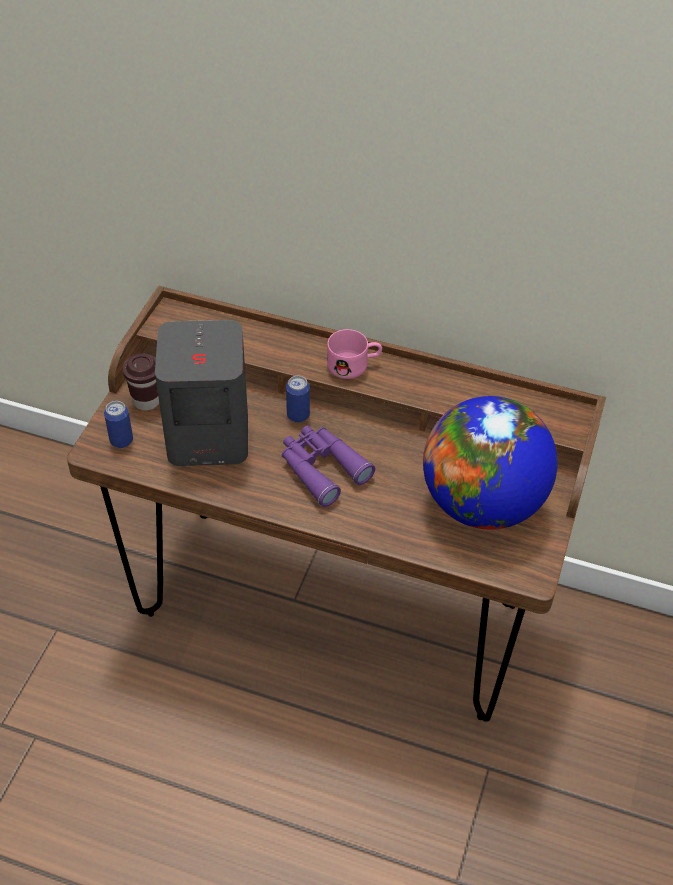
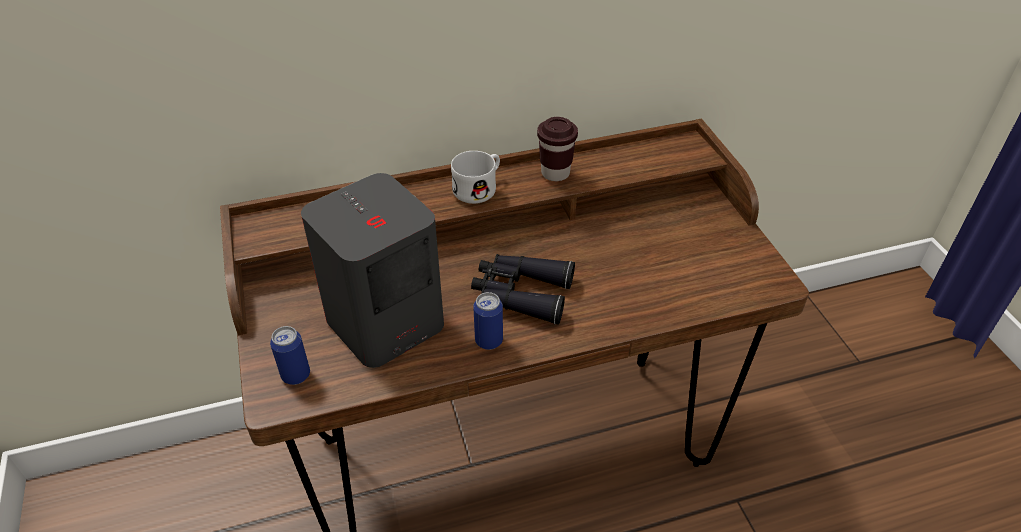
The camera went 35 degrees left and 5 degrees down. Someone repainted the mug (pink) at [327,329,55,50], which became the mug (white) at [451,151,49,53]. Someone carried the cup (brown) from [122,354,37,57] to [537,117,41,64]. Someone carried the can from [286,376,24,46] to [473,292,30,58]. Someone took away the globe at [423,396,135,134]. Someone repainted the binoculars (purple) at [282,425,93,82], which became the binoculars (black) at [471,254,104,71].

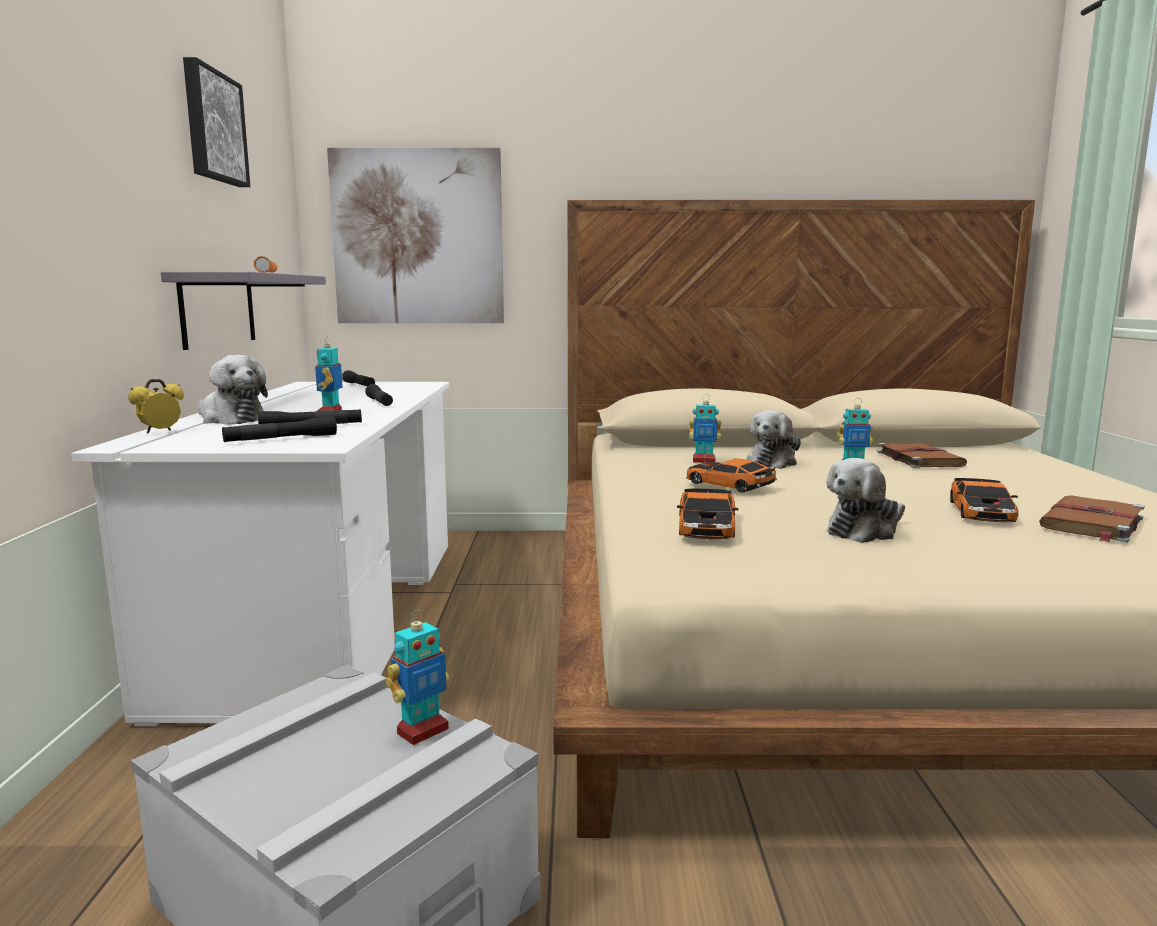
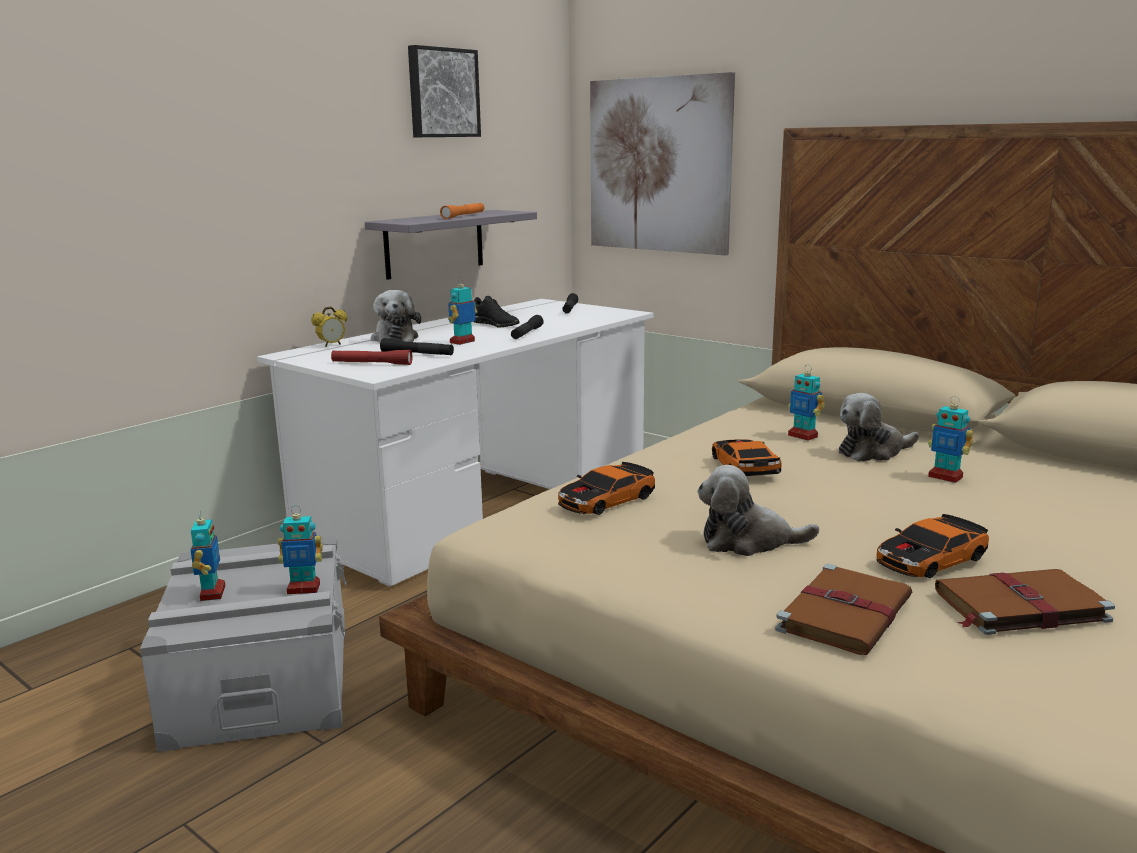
The camera went 40 degrees right and 5 degrees up. Someone rotated the alarm clock at [128,379,56,55] by 150 degrees clockwise. Someone repainted the flashlight (black) at [222,416,115,26], which became the flashlight (red) at [331,350,81,15]. Someone carried the book (brown) from [877,443,90,25] to [775,564,137,91]. Someone put down the shoe (black) at [473,296,47,31]. Someone put down the toy robot at [190,510,36,91].

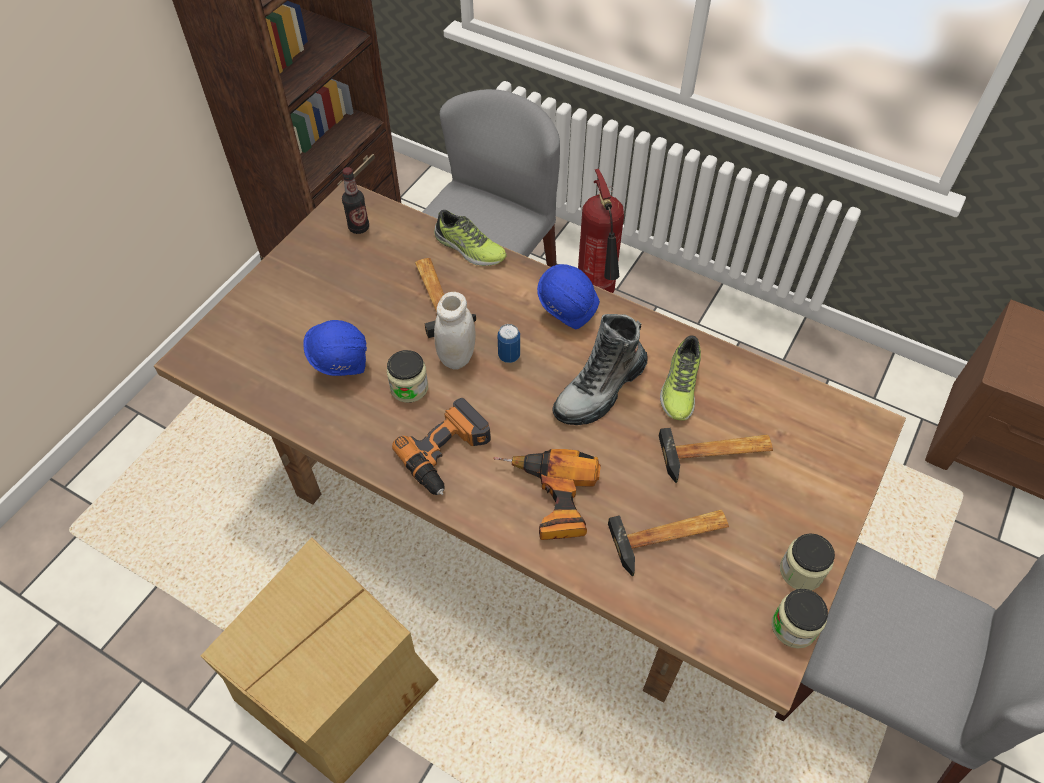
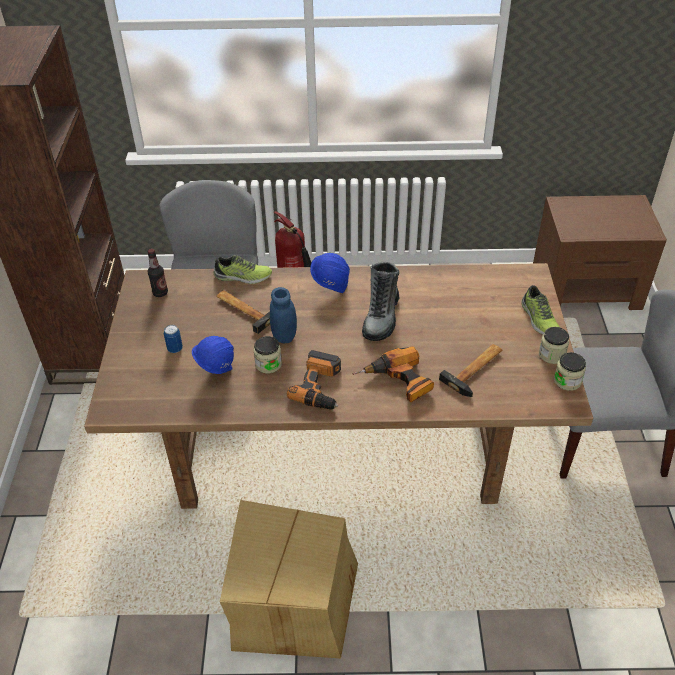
The camera went 30 degrees left and 10 degrees down. Someone repainted the jar (white) at [434,292,42,78], which became the jar (blue) at [270,287,27,56]. Someone carried the can from [498,324,22,39] to [164,325,19,28]. Someone carried the shoe from [660,335,41,86] to [522,285,37,49]. Someone took away the hammer at [659,428,114,55].

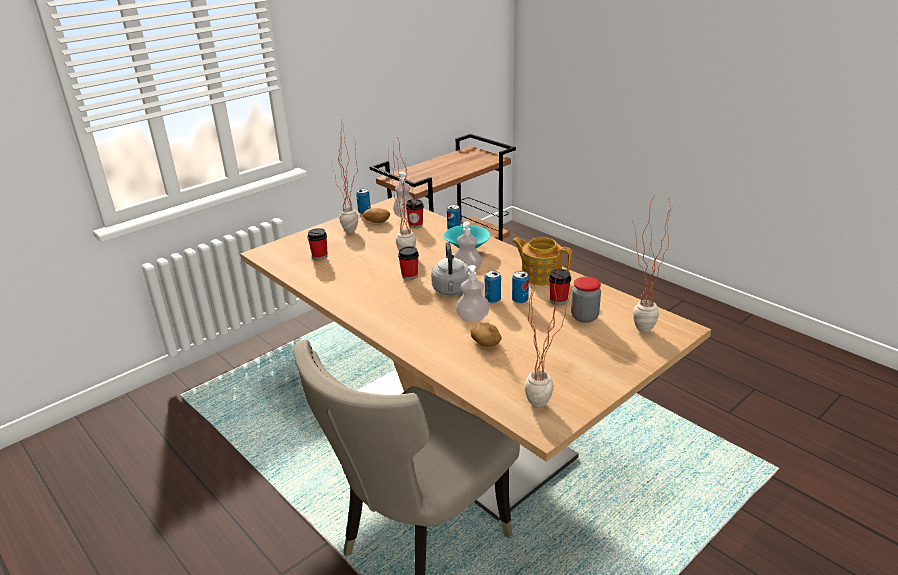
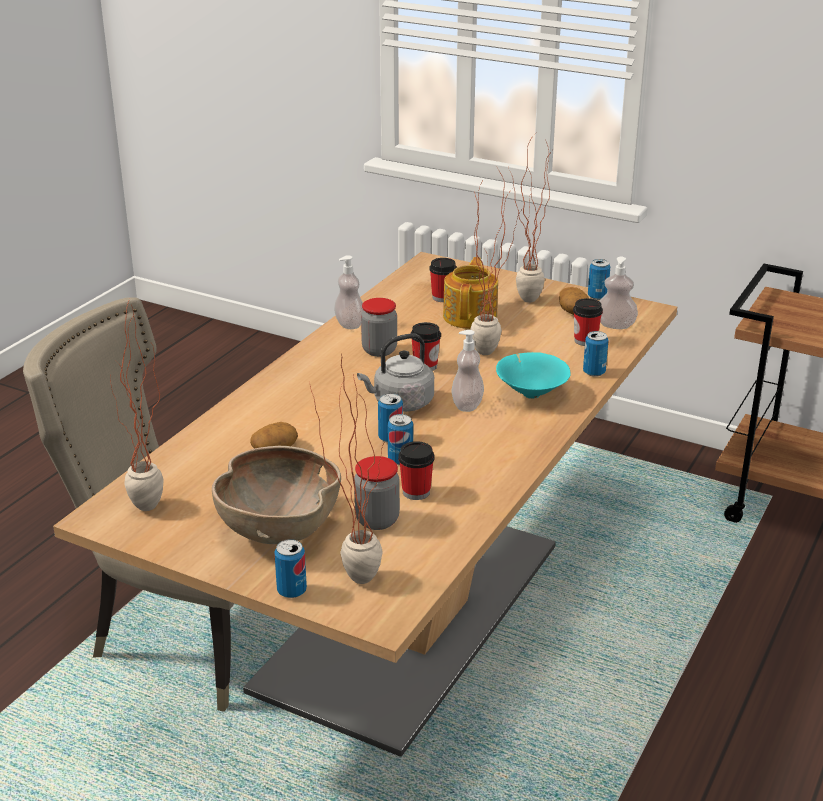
The camera went 70 degrees right and 0 degrees up. Someone carried the teapot from [512,237,60,48] to [443,257,55,72]. Someone carried the soap dispenser from [456,265,34,57] to [334,255,29,74]. Someone put down the jar at [361,298,36,59]. Someone put down the bowl (brown) at [212,446,129,98]. Someone put down the can at [274,539,33,59].

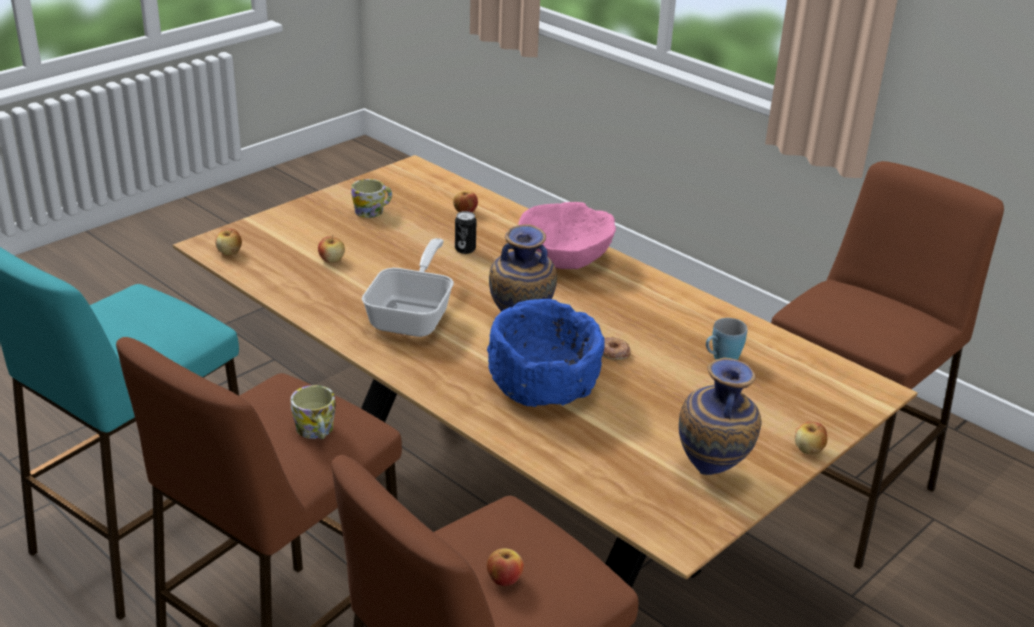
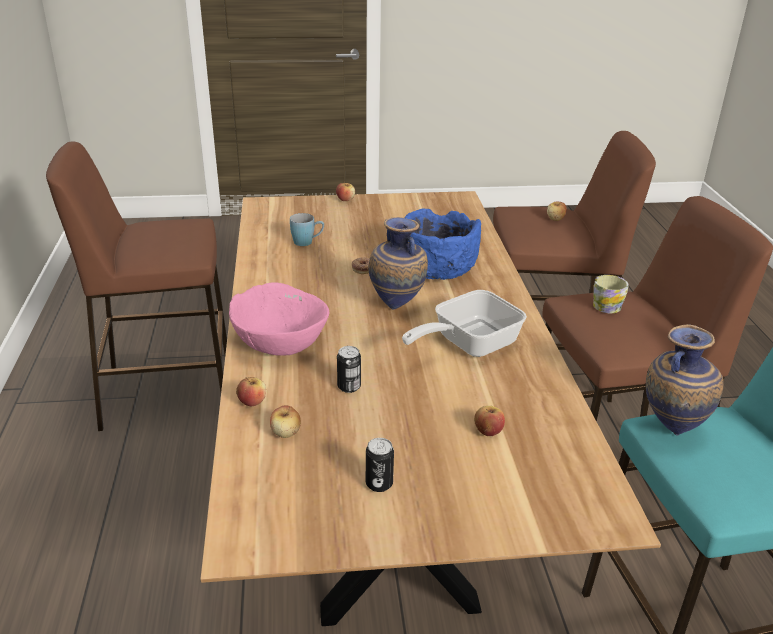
The camera went 140 degrees left and 0 degrees up. Someone swapped the mug at [351,179,41,39] for the can at [366,438,28,54]. Someone carried the apple from [215,229,27,26] to [236,377,30,30]. Someone carried the vase from [679,358,83,117] to [646,324,78,111].

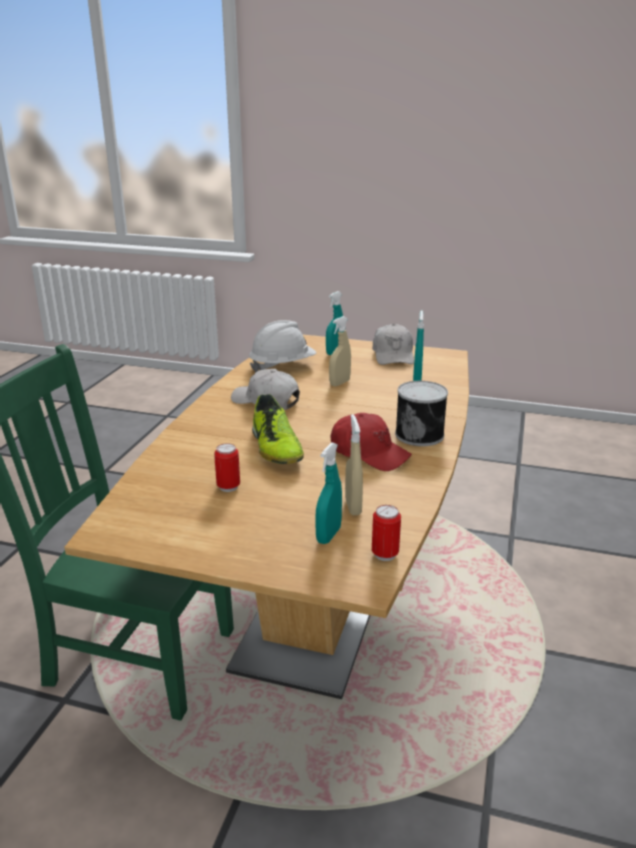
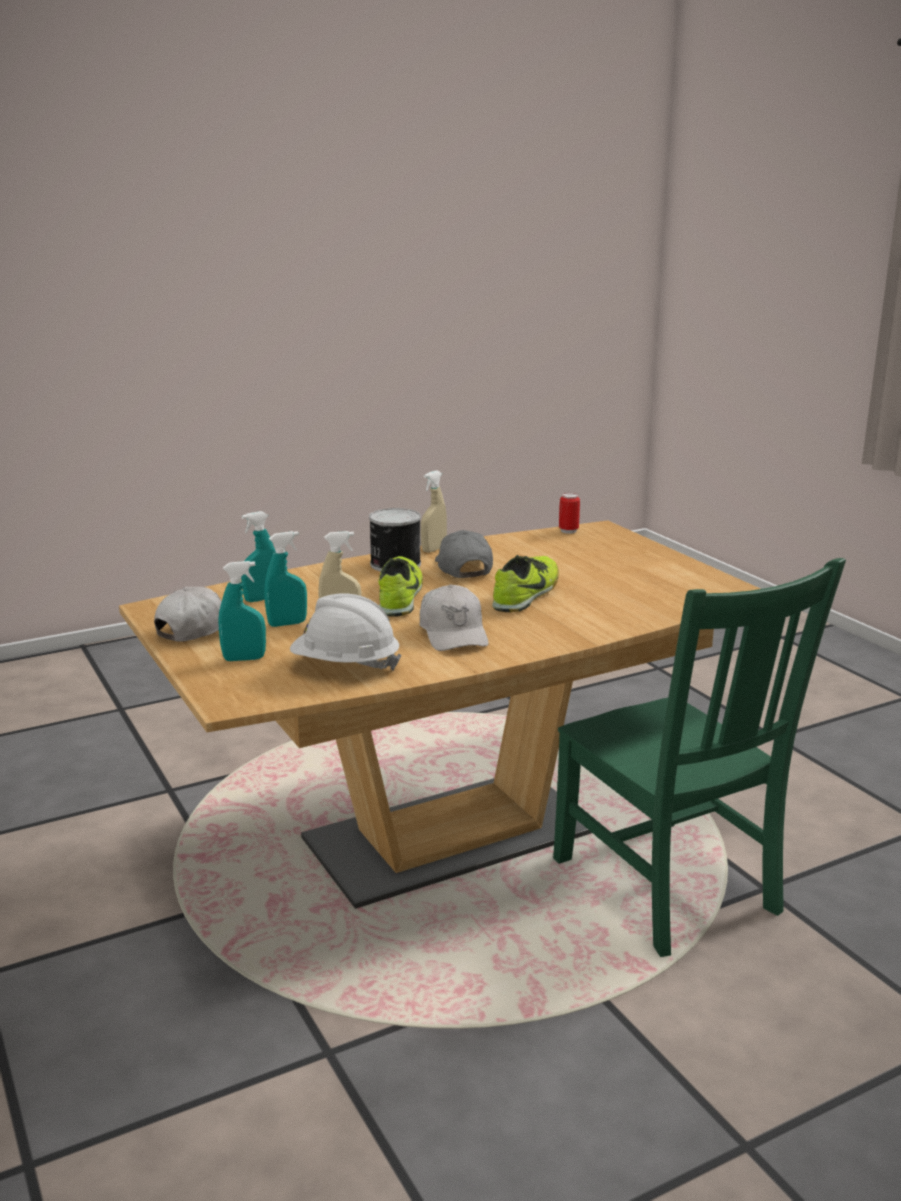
The camera went 135 degrees left and 5 degrees down. Someone repainted the cap (red) at [331,413,81,58], which became the cap (grey) at [435,530,58,48]. Someone carried the spray bottle (beige) from [345,414,18,101] to [421,470,26,83]. Someone carried the spray bottle (turquoise) from [315,442,27,102] to [264,531,43,96]. Someone took away the can at [214,443,26,49]. Someone put down the shoe at [378,556,45,60].

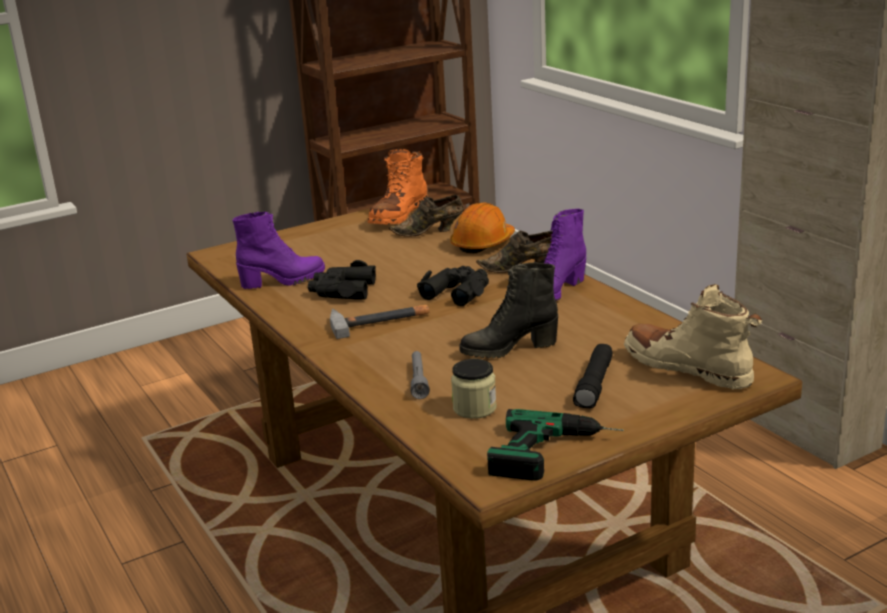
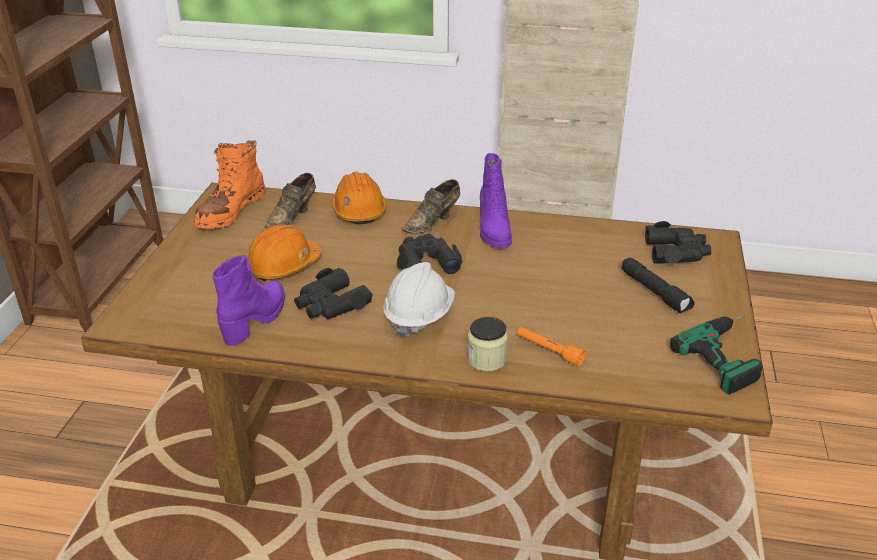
The camera went 50 degrees left and 10 degrees up. Someone rotated the boot (orange) at [368,149,60,75] by 45 degrees clockwise. Someone took away the boot (black) at [459,262,99,96]. Someone swapped the boot (beige) at [624,284,139,106] for the binoculars (black) at [645,221,66,43]. Someone swapped the hammer at [330,305,99,34] for the hard hat (white) at [383,262,72,76]. Someone repainted the flashlight (grey) at [411,351,19,48], which became the flashlight (orange) at [517,327,69,39]. Someone carried the jar from [451,359,45,60] to [467,317,41,55]. Someone put down the hard hat (orange) at [247,224,75,57].

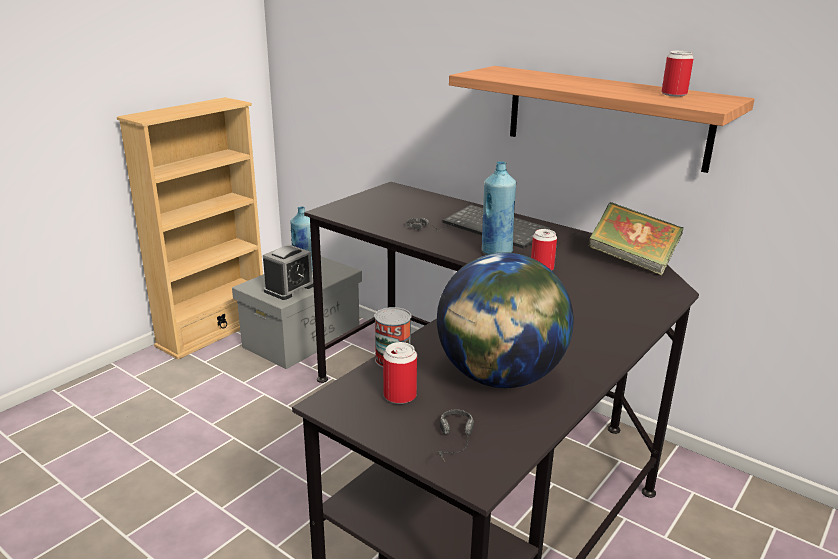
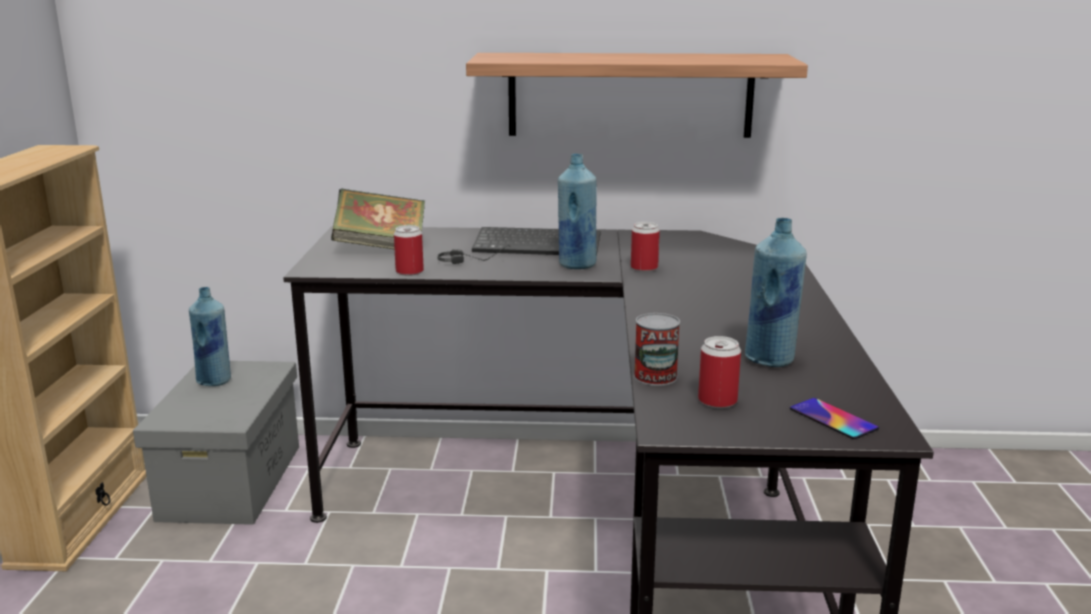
The camera went 35 degrees left and 5 degrees down. Someone carried the can from [661,51,33,46] to [394,225,30,51]. Someone carried the book from [588,202,96,73] to [331,188,94,62]. Someone took away the alarm clock at [263,245,51,55]. Someone swapped the globe at [437,253,137,135] for the bottle (blue) at [745,218,62,149]. Someone swapped the headphones at [438,409,36,52] for the phone at [790,398,89,41].

